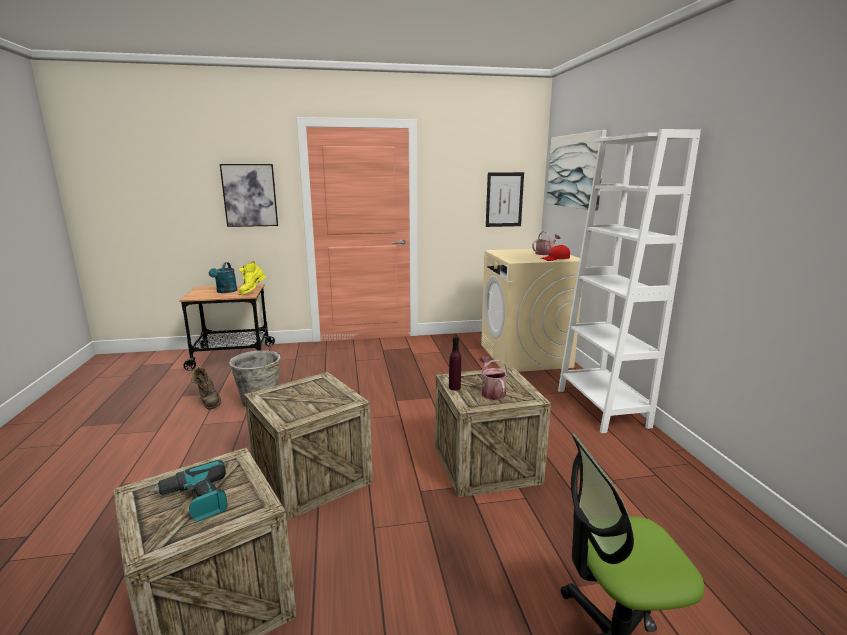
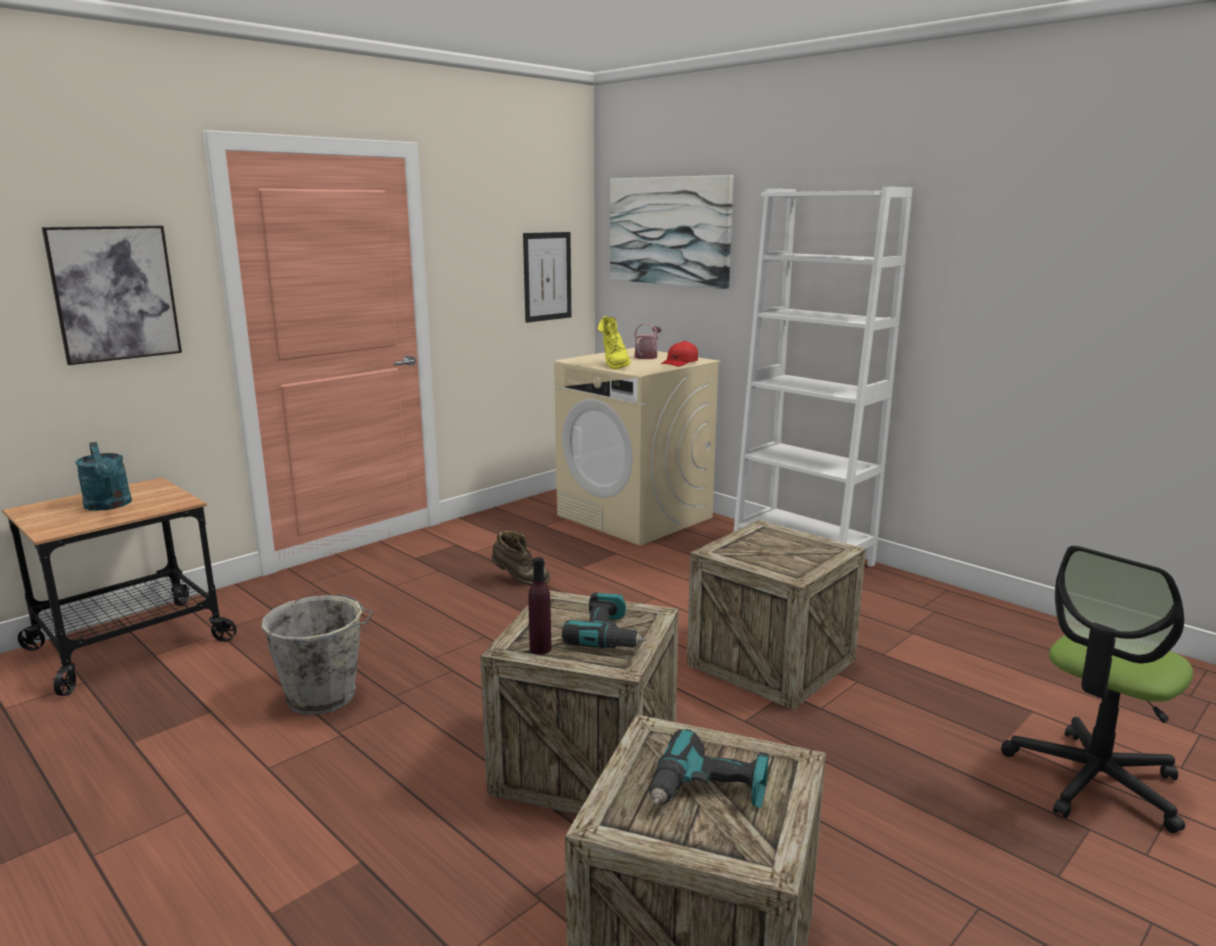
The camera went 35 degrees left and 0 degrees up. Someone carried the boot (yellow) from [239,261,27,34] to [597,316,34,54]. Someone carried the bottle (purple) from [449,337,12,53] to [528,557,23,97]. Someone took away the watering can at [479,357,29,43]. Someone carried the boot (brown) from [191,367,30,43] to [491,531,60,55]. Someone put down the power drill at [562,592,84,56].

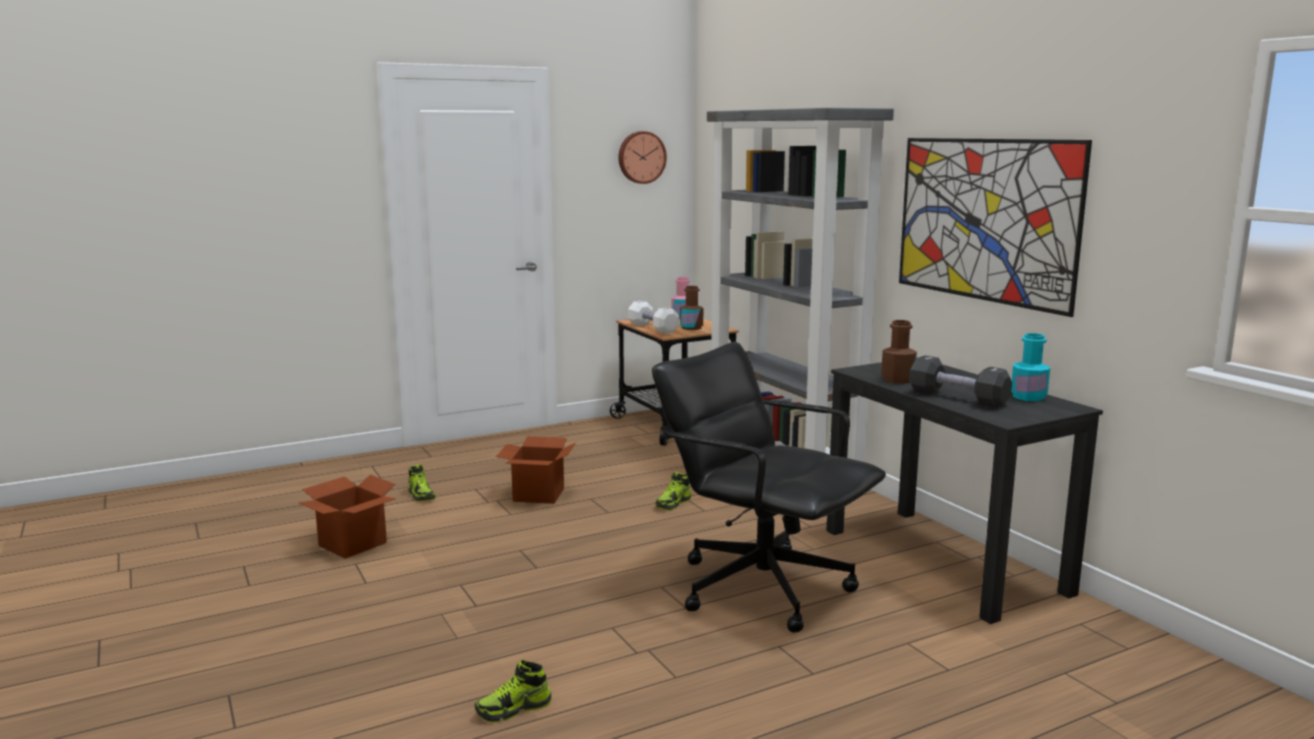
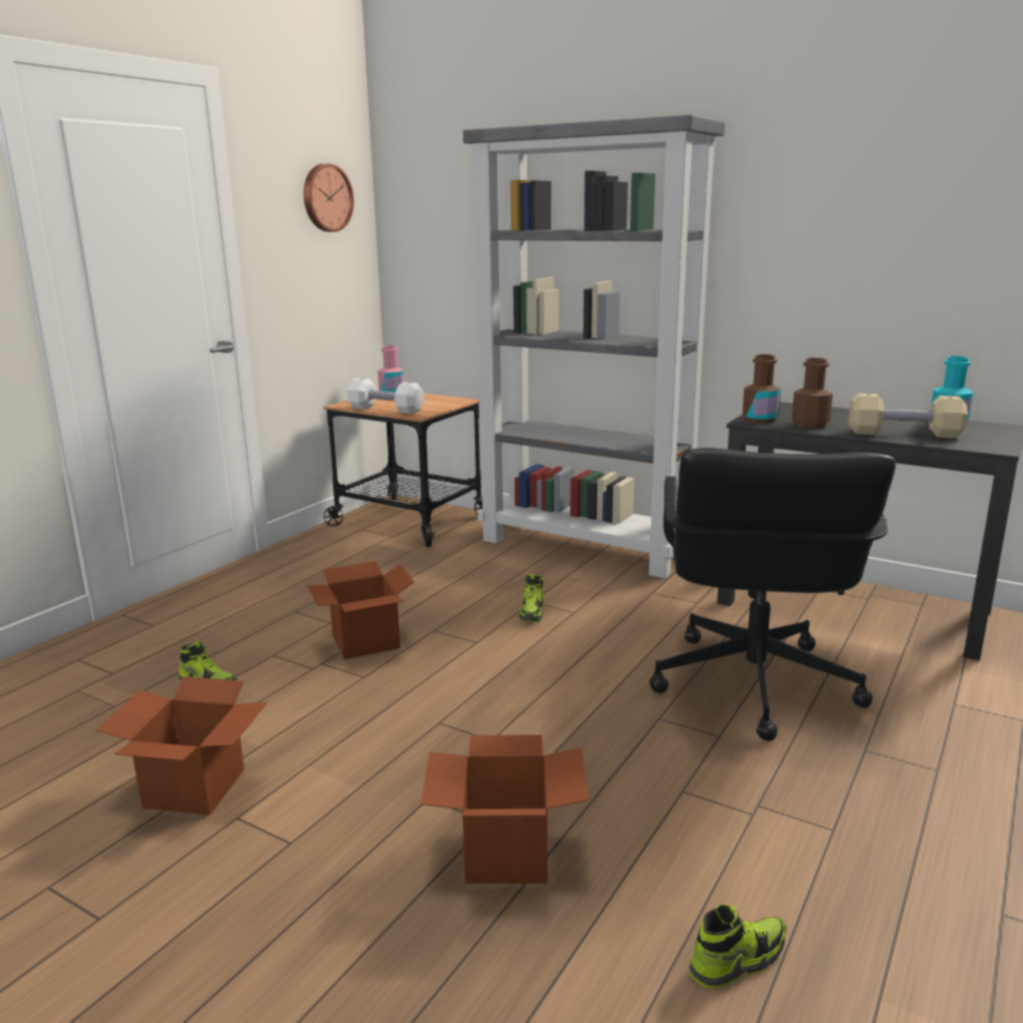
The camera went 30 degrees left and 5 degrees up. Someone took away the picture at [899,138,193,179]. Someone carried the bottle (brown) from [680,286,23,44] to [742,354,39,69]. Someone rotated the office chair (black) at [652,342,234,291] by 90 degrees counterclockwise. Someone repainted the dumbbell (black) at [909,355,103,53], which became the dumbbell (beige) at [849,393,119,45]. Someone rotated the shoe at [475,660,77,63] by 150 degrees counterclockwise. Someone put down the cardboard box at [421,735,167,149].

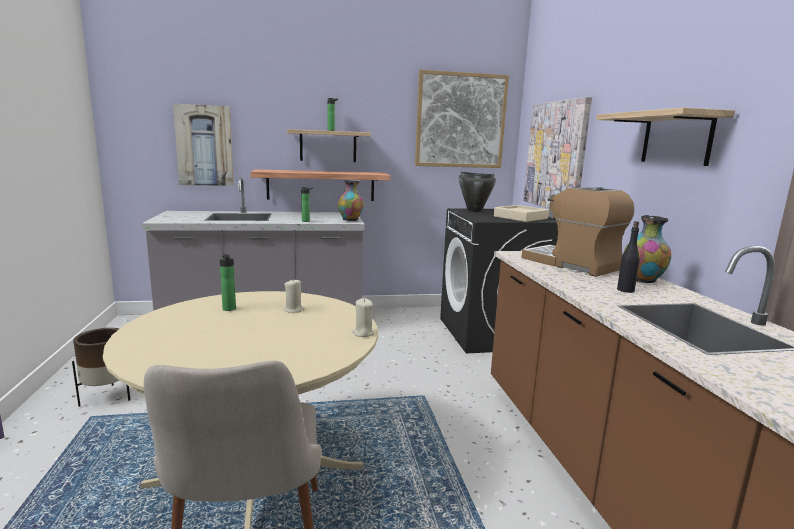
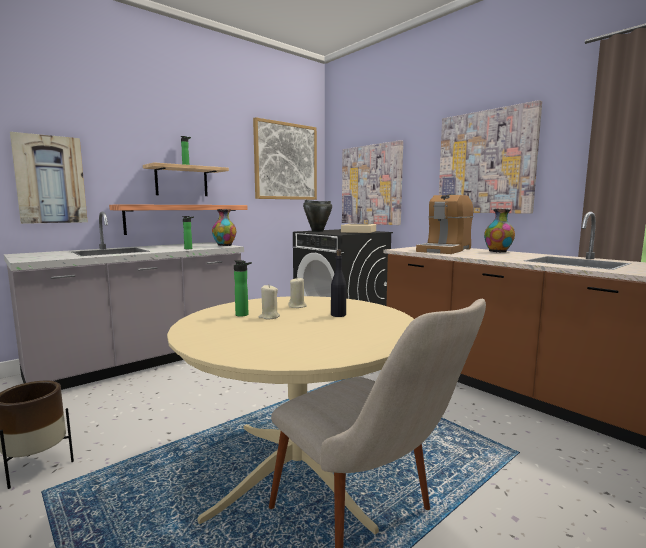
The camera went 30 degrees left and 5 degrees down. Someone swapped the shelf at [596,107,139,59] for the picture at [439,100,103,114]. Someone rotated the coffee machine at [521,187,113,90] by 75 degrees counterclockwise. Someone carried the bottle (black) from [617,221,23,72] to [331,250,15,67]. Someone carried the candle (beige) from [352,298,23,39] to [258,285,22,34].

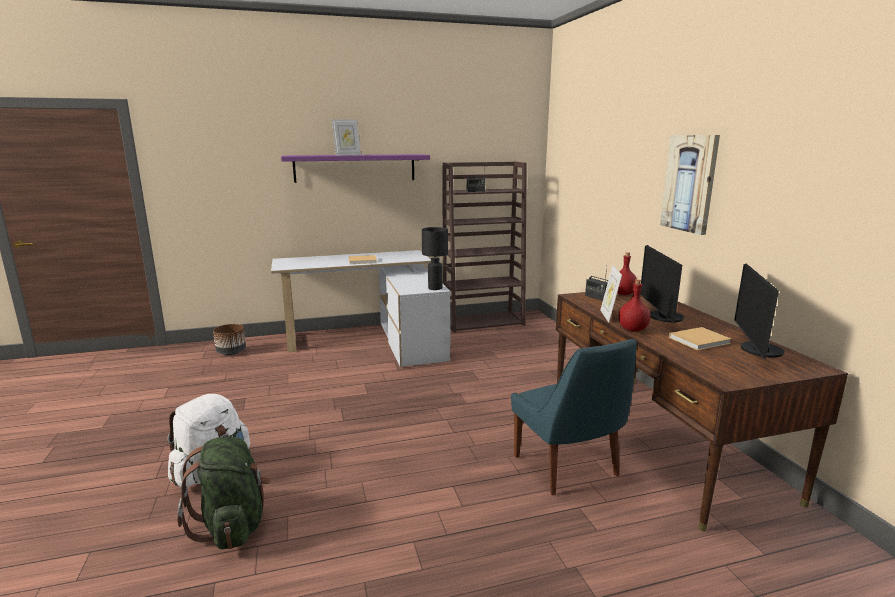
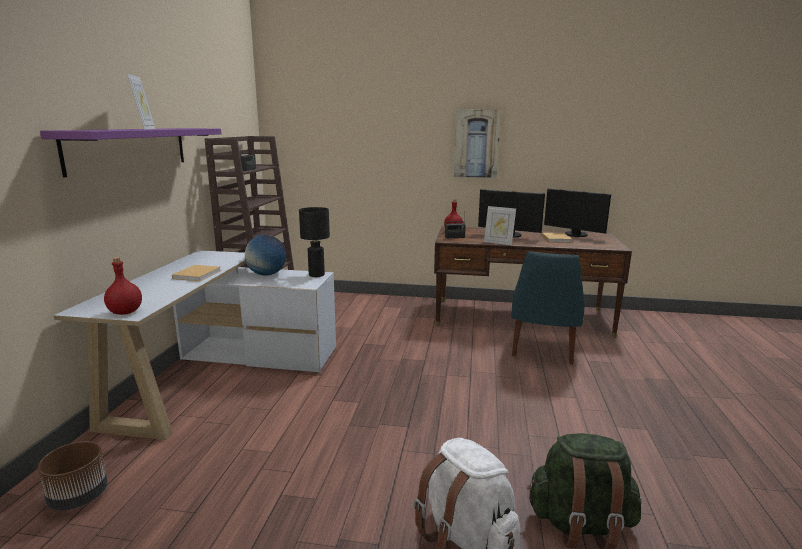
The camera went 65 degrees left and 0 degrees up. Someone carried the bottle (red) from [618,279,32,53] to [104,257,38,58]. Someone rotated the chair (blue) at [511,339,126,156] by 105 degrees clockwise. Someone put down the globe at [245,235,41,41].

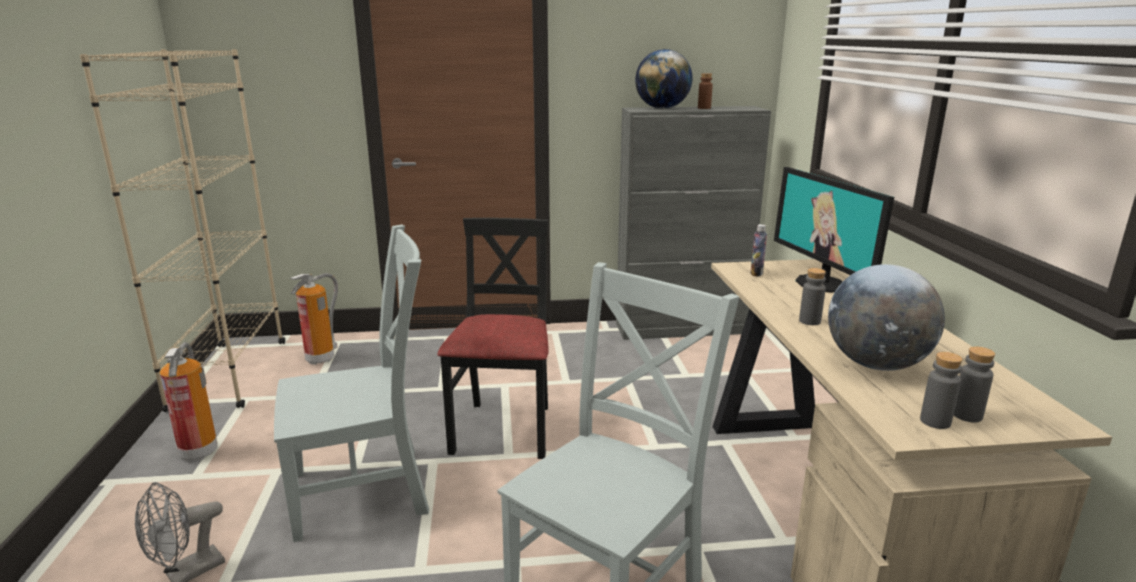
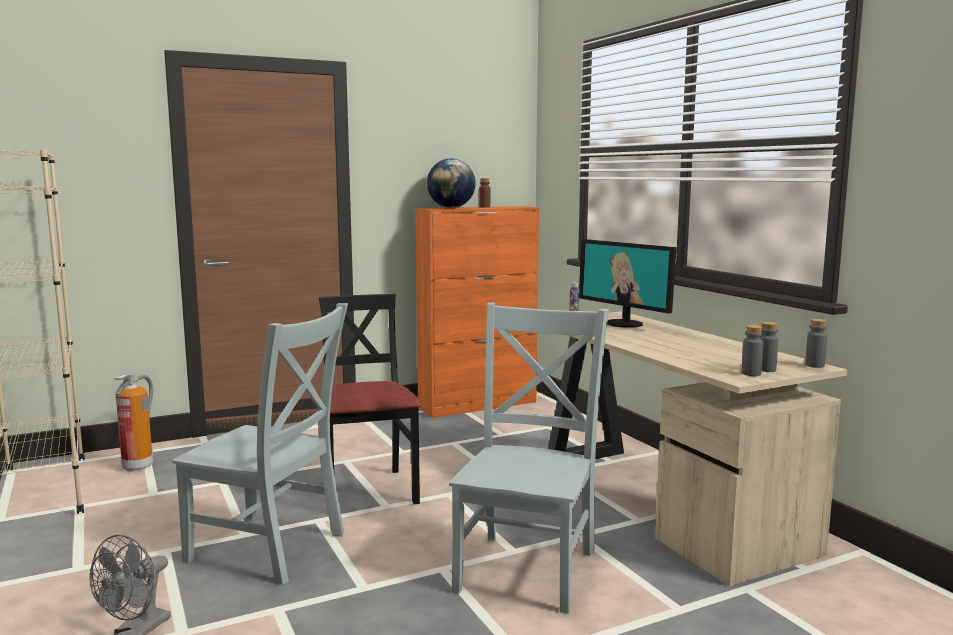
The camera went 20 degrees left and 10 degrees down. Someone repainted the cabinet (grey) at [616,106,155,234], which became the cabinet (orange) at [415,206,124,212]. Someone rotated the chair (grey) at [274,224,155,318] by 60 degrees clockwise. Someone took away the globe at [828,264,117,107]. Someone carried the bottle (grey) from [799,268,27,57] to [805,319,22,49]. Someone took away the fire extinguisher at [159,342,59,119].

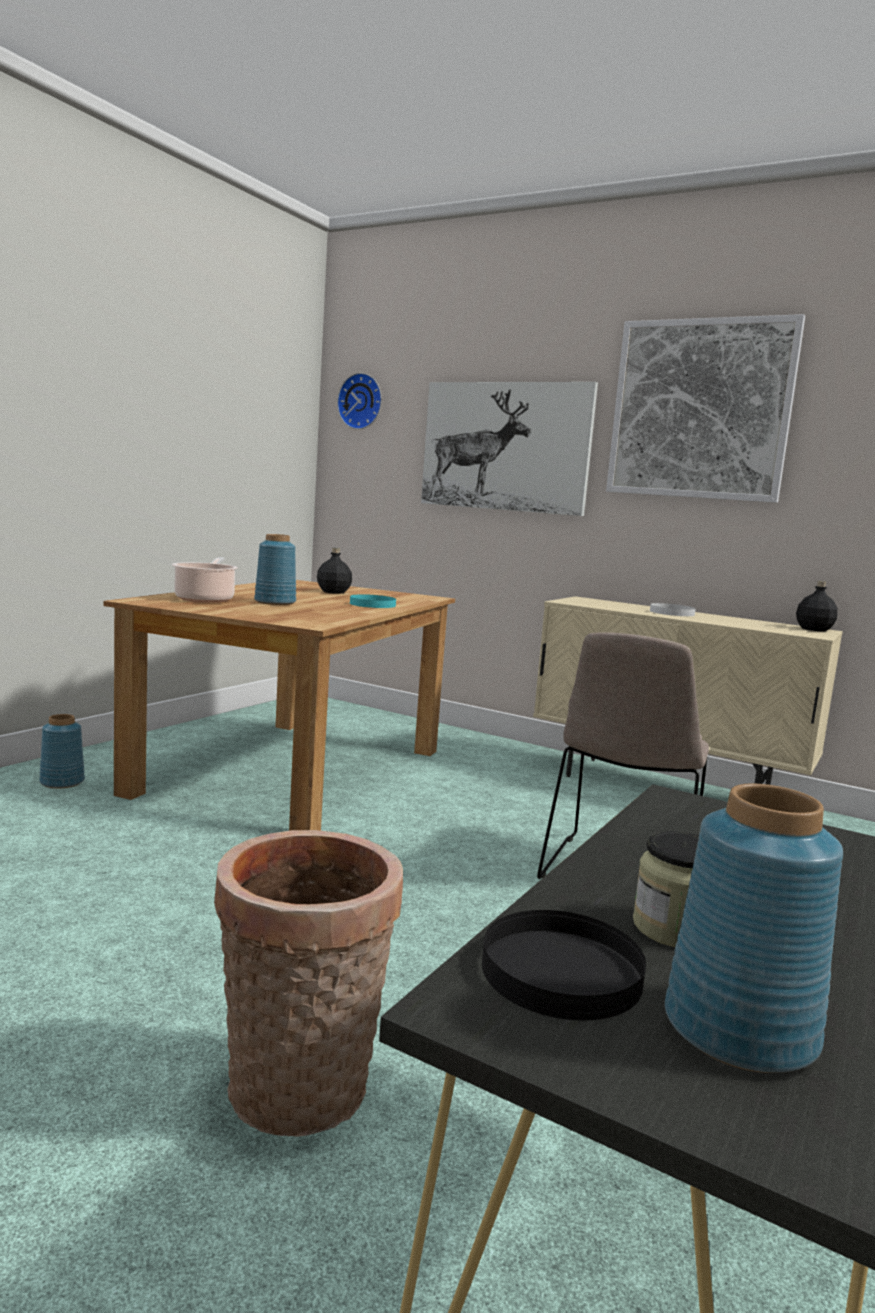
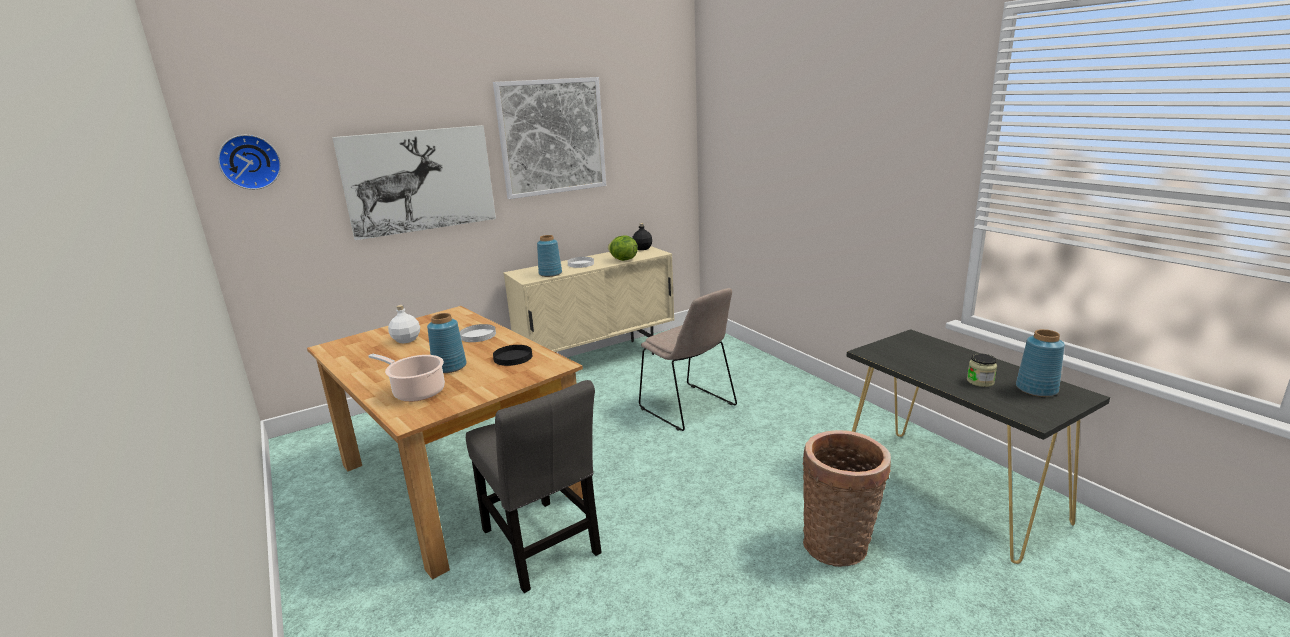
The camera went 60 degrees left and 10 degrees up. Someone repainted the bottle (black) at [317,548,35,46], which became the bottle (white) at [388,305,32,38]. Someone repainted the plate (turquoise) at [350,594,46,14], which became the plate (white) at [460,324,36,18]. Someone carried the vase (blue) from [39,714,46,74] to [537,235,25,42]. Someone carried the plate (black) from [482,910,164,110] to [493,345,39,21]. Someone put down the lettuce at [608,236,30,25]. Someone put down the chair (grey) at [466,380,136,213].

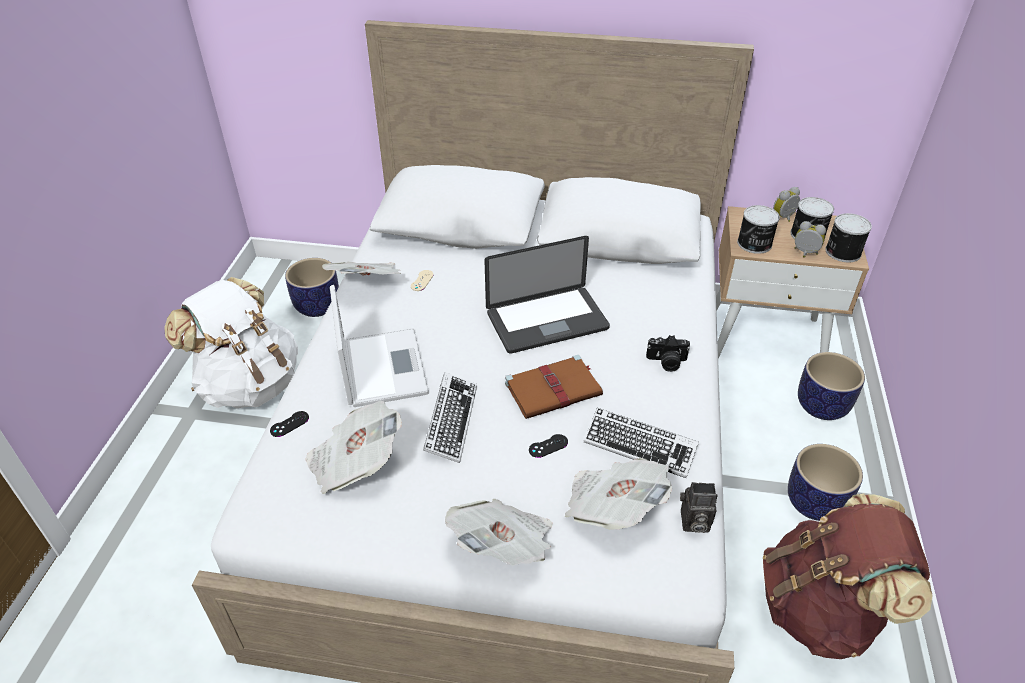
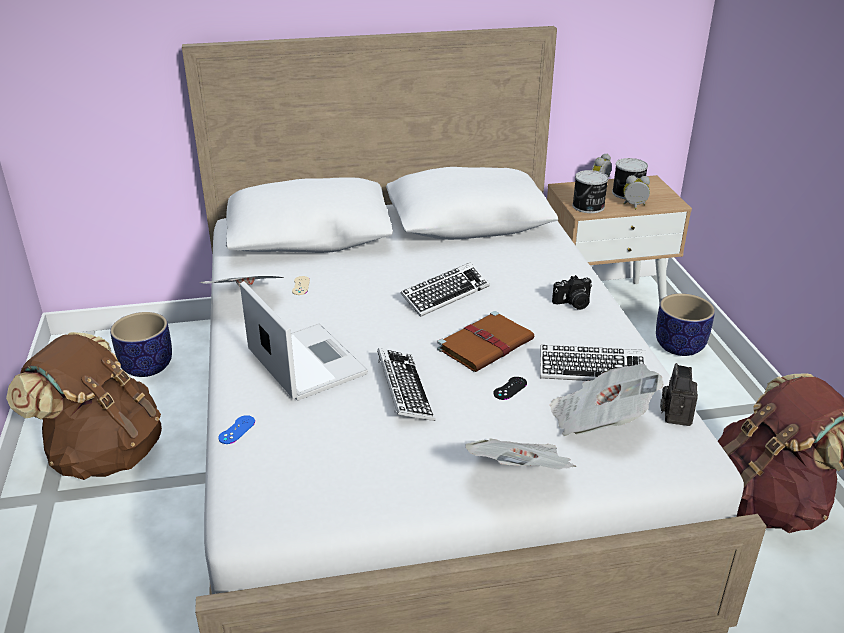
The camera went 20 degrees left and 10 degrees down. Someone took away the can at [825,213,47,49]. Someone swapped the laptop at [484,236,126,118] for the keyboard at [401,263,89,54]. Someone repainted the backpack (white) at [164,277,134,132], which became the backpack (brown) at [6,332,156,148]. Someone took away the newspaper at [305,401,97,93]. Someone repainted the game controller (black) at [270,411,39,26], which became the game controller (blue) at [218,415,37,29]. Someone took away the planter at [788,444,75,77]. Someone rotated the photo camera at [680,482,38,51] by 120 degrees clockwise.

